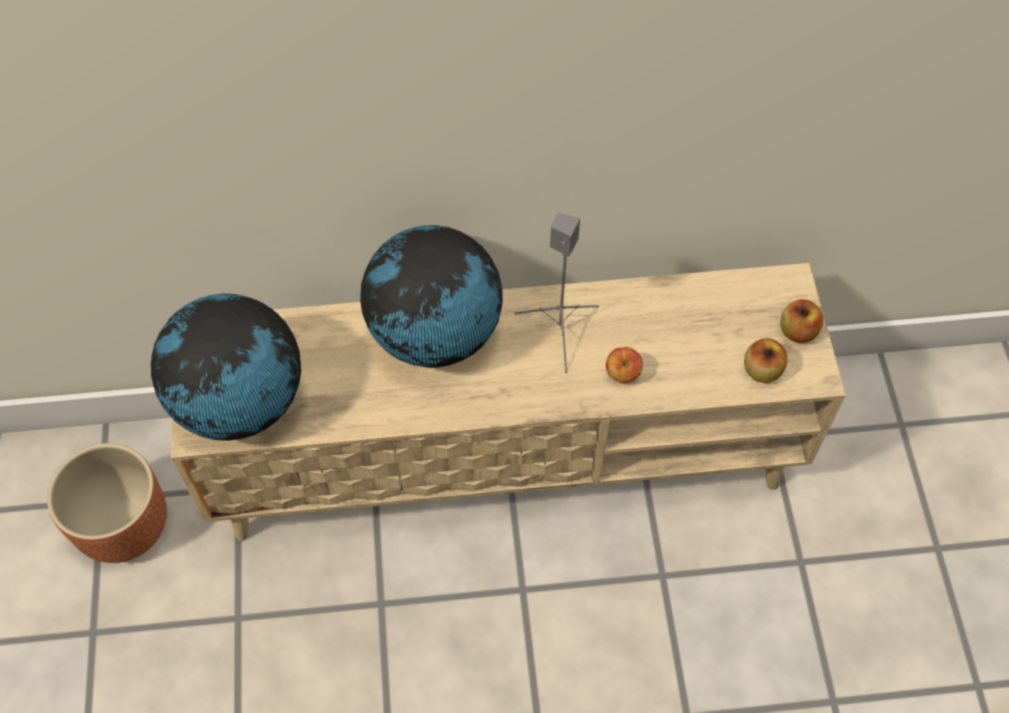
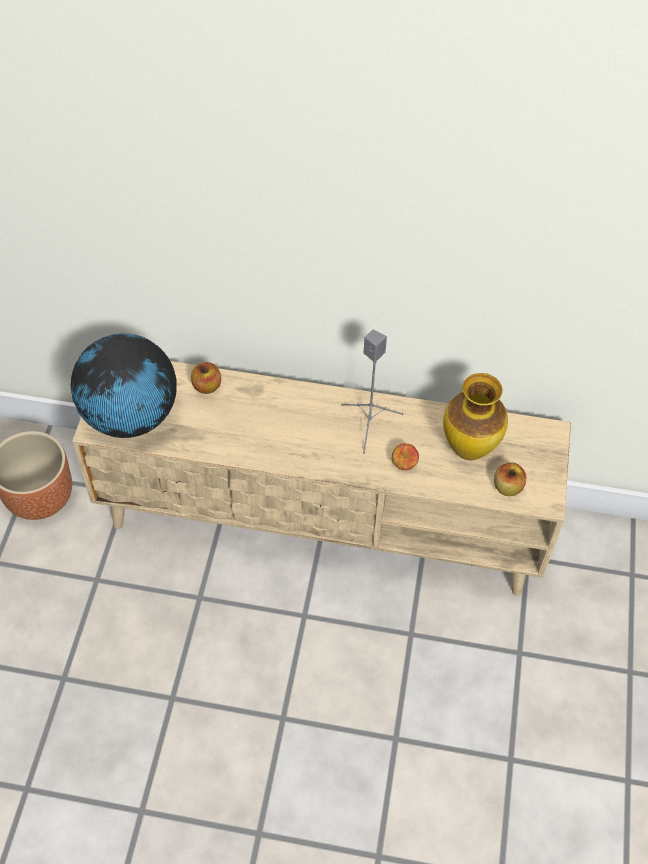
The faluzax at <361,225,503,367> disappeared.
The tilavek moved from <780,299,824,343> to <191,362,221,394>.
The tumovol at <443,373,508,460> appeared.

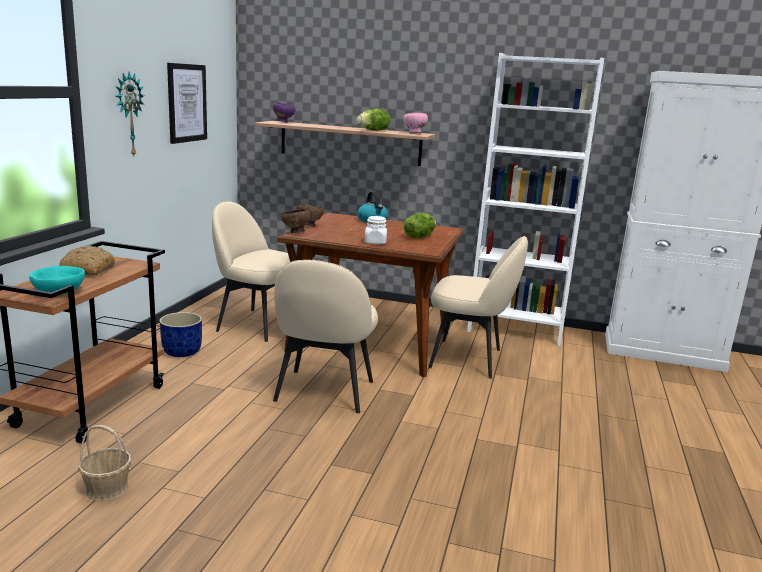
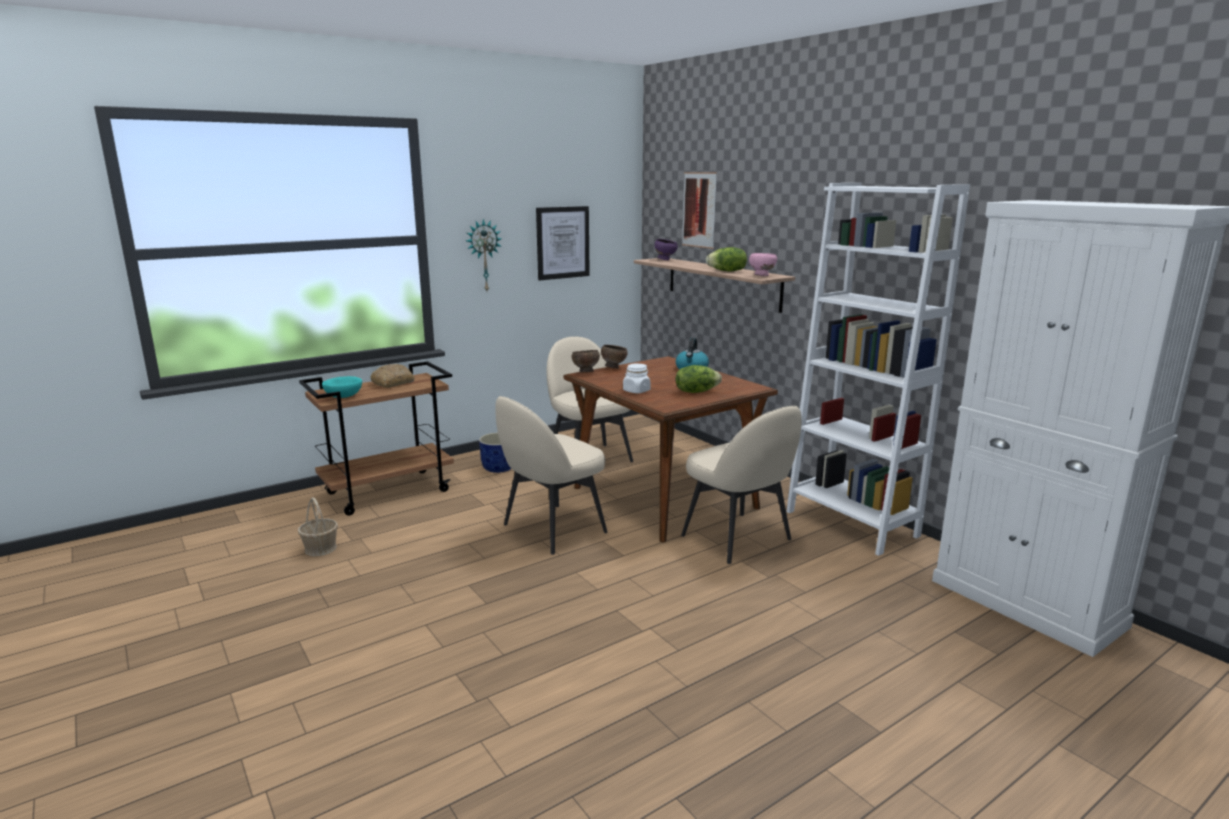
The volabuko at <682,172,717,249> appeared.

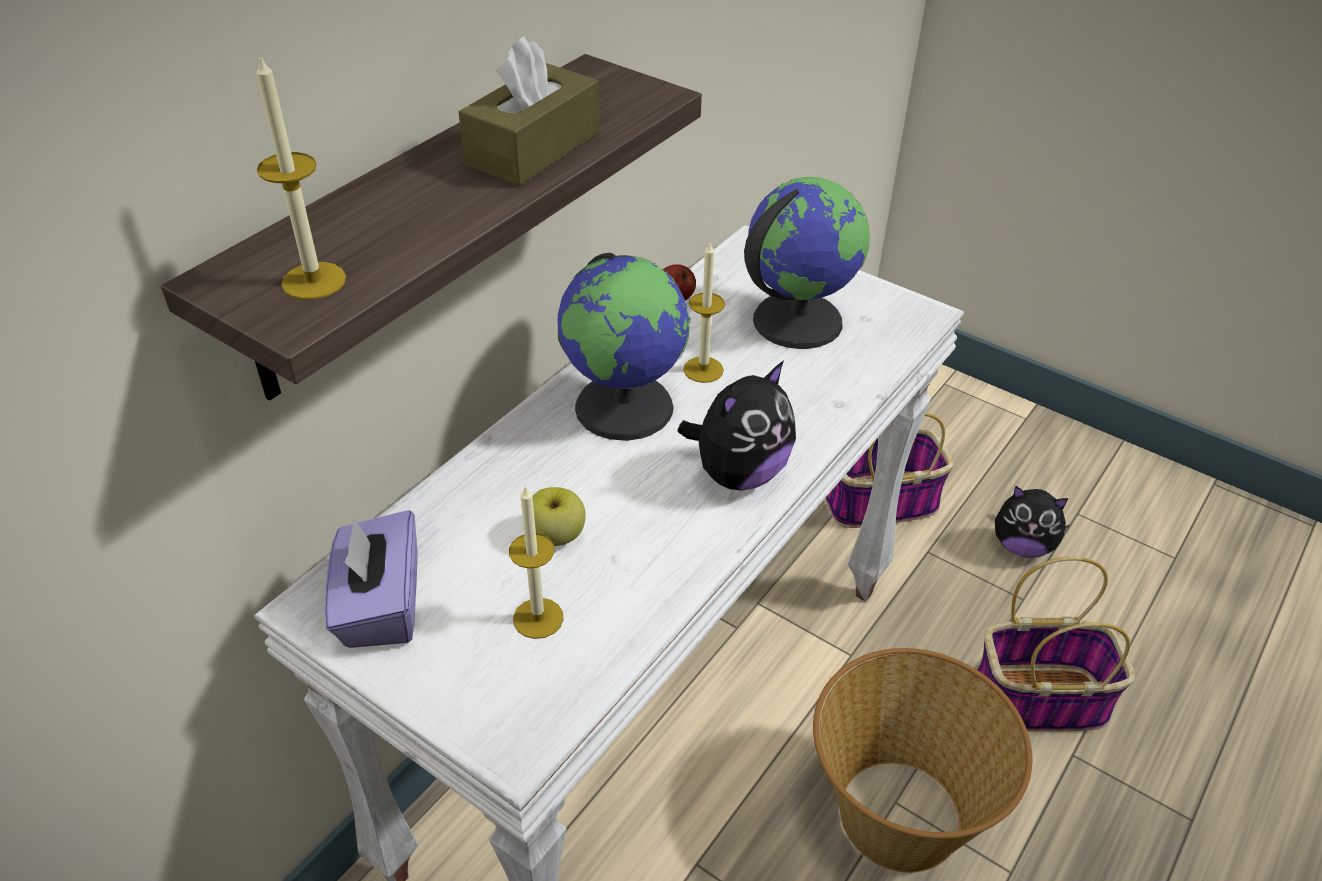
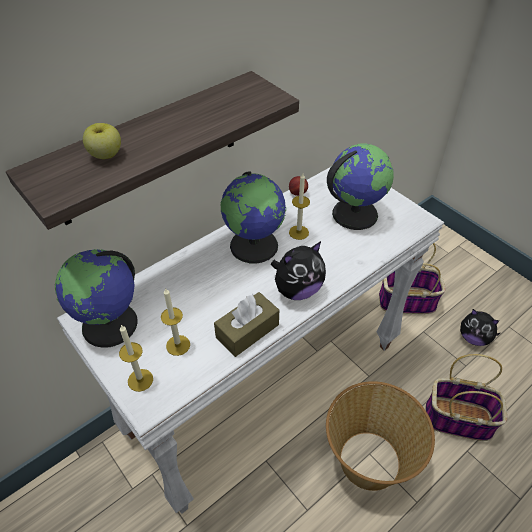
The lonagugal moved from <256,54,346,300> to <119,324,153,392>.
The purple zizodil at <324,510,418,648> was replaced by the faluzax at <55,249,138,348>.
The brown zizodil moved from <459,37,600,186> to <214,292,279,357>.
The tilavek moved from <532,487,586,546> to <83,123,121,159>.

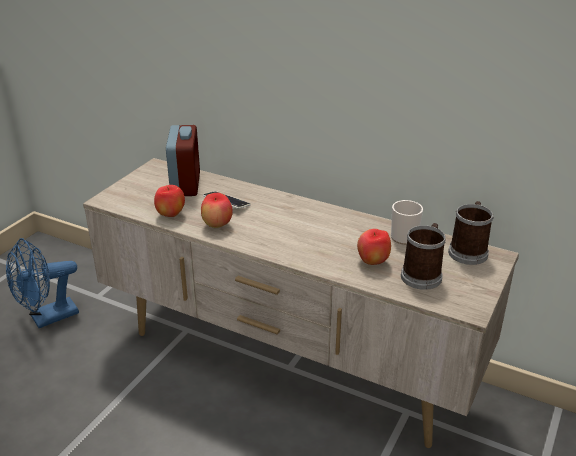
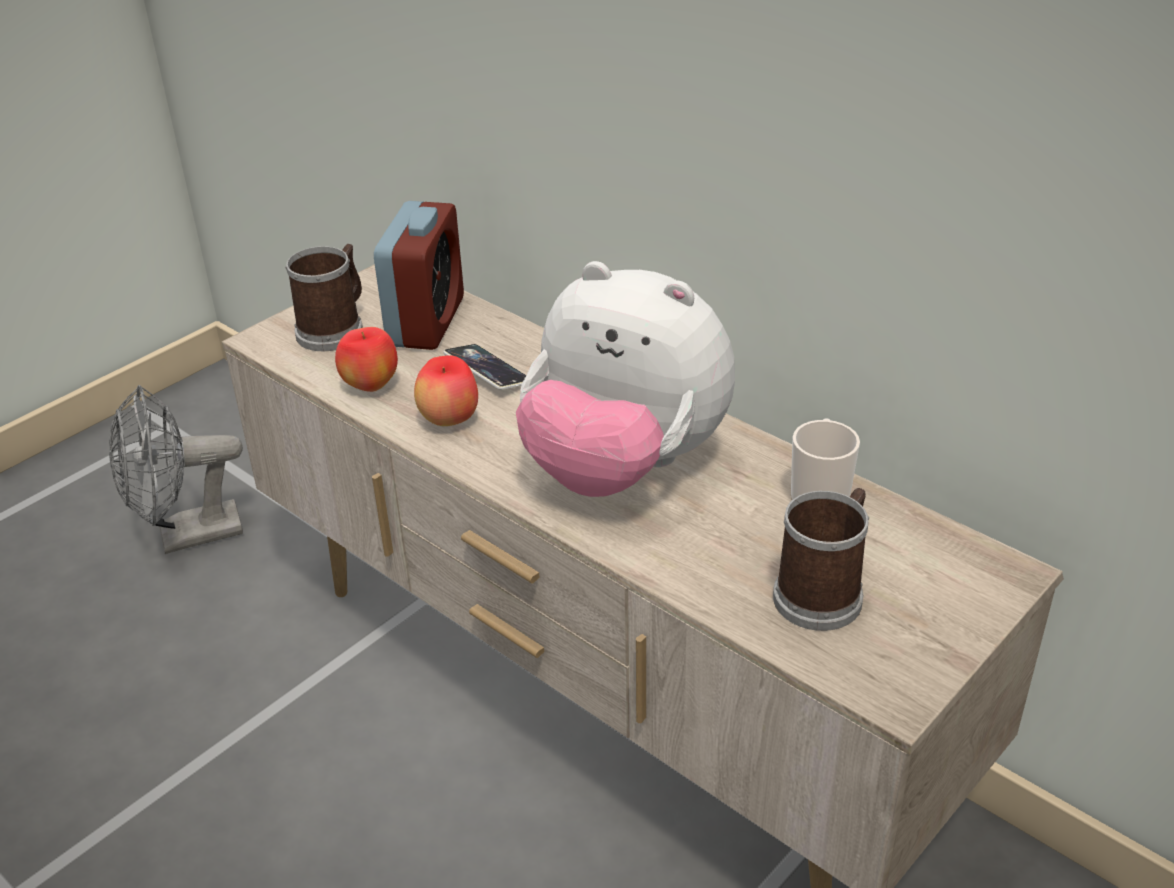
The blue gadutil at <6,238,79,328> became the grey gadutil at <109,385,243,554>.
The tilavek at <357,229,391,265> disappeared.
The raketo moved from <448,201,494,265> to <285,244,363,351>.
The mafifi at <516,261,735,497> appeared.

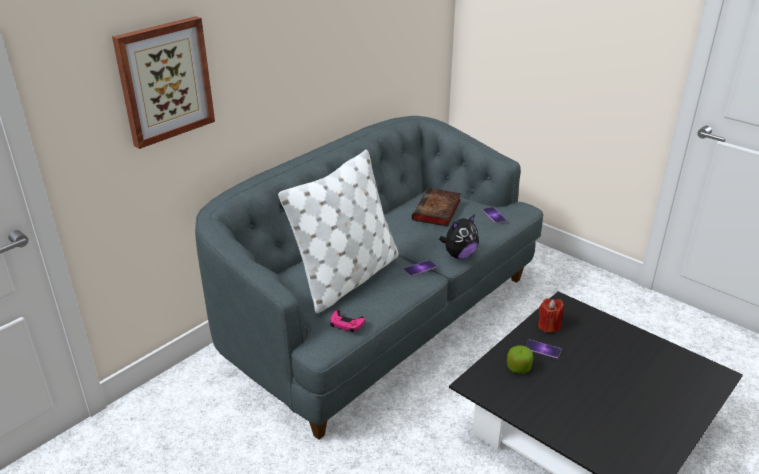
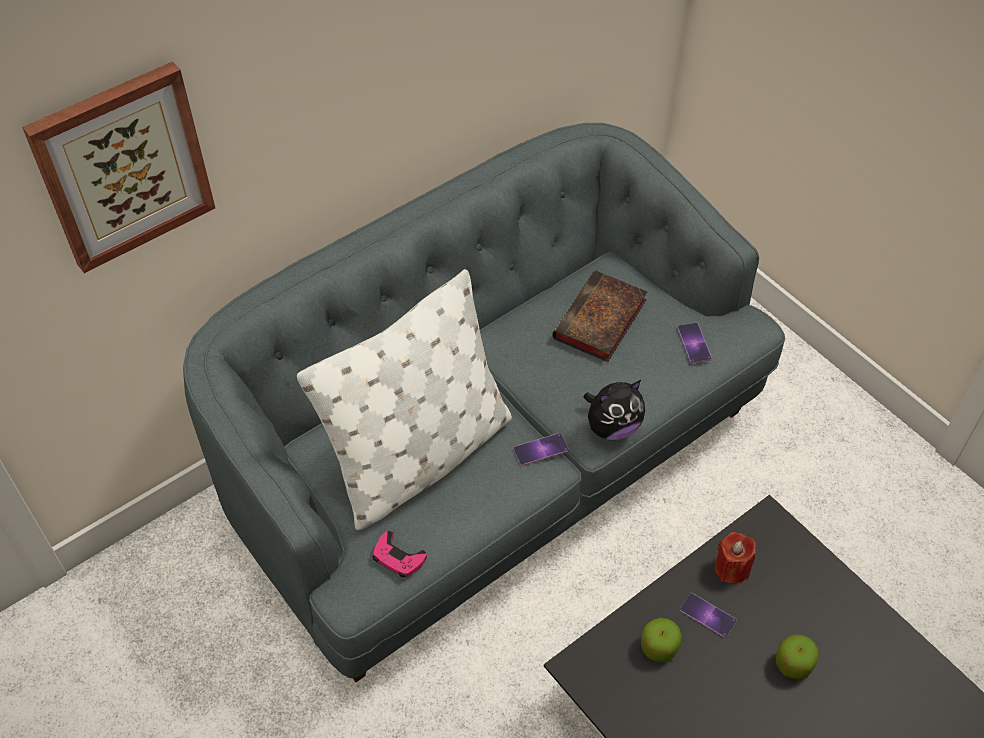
The tilavek at <776,634,819,679> appeared.

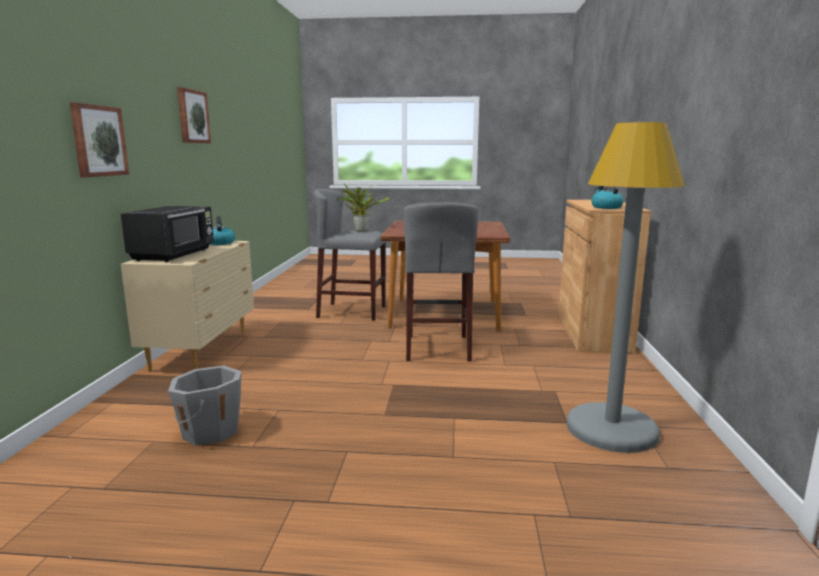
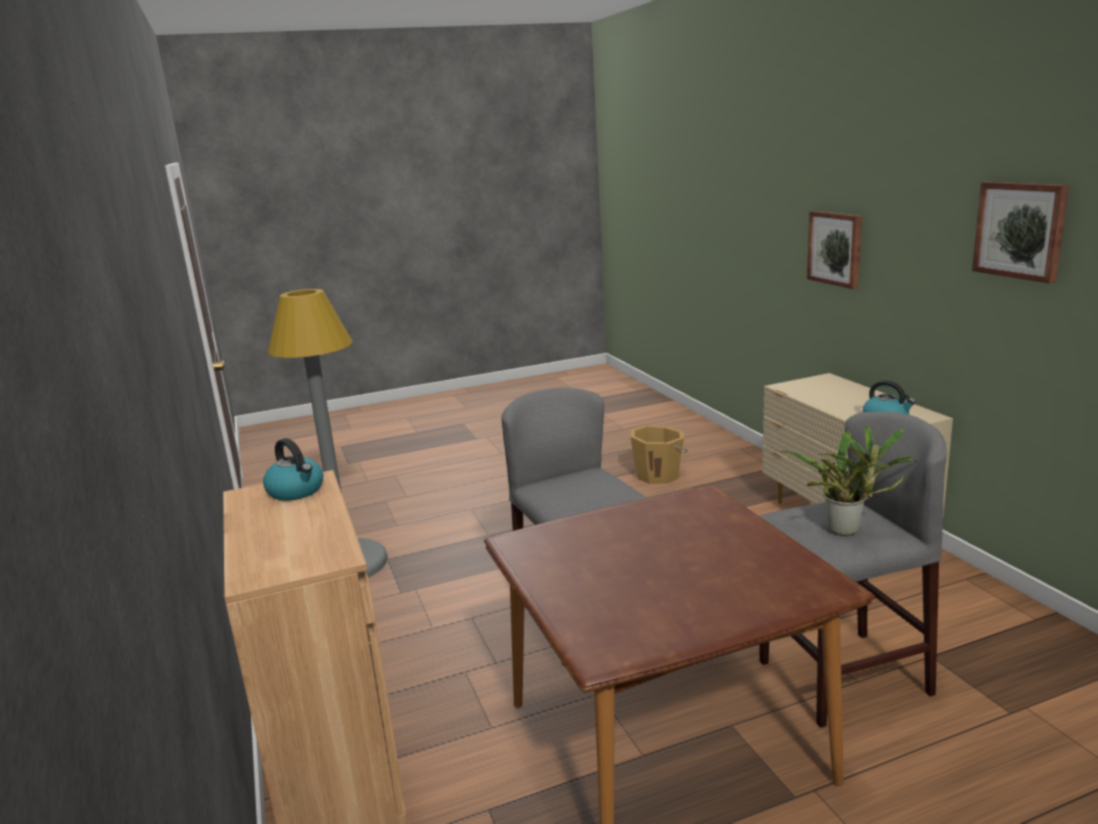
The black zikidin at <121,206,214,262> disappeared.
The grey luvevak at <168,366,241,445> became the orange luvevak at <631,425,688,484>.

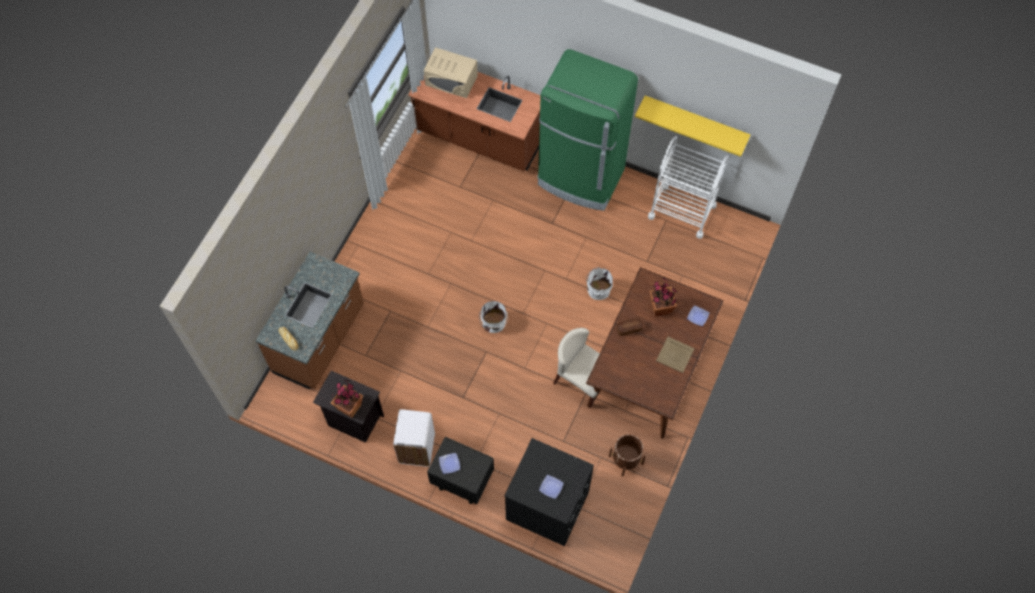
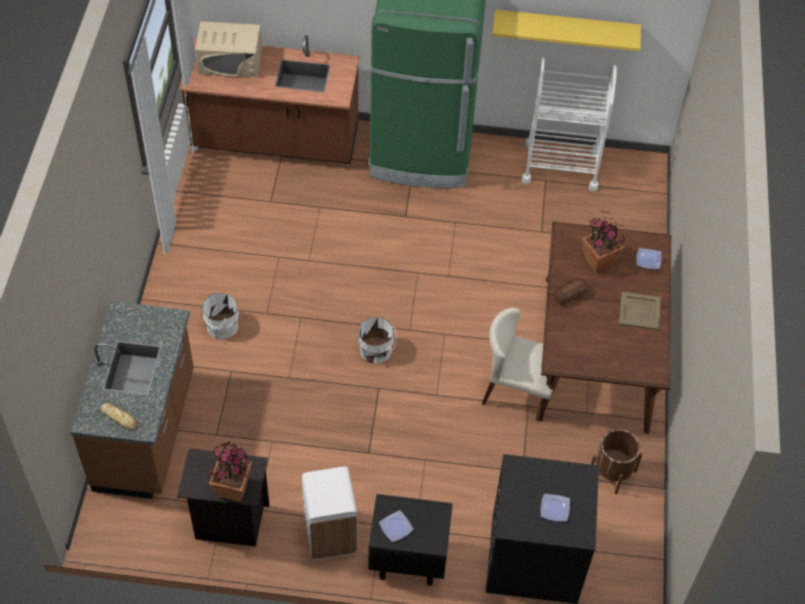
The white luvevak moved from <586,267,613,300> to <201,292,239,339>.

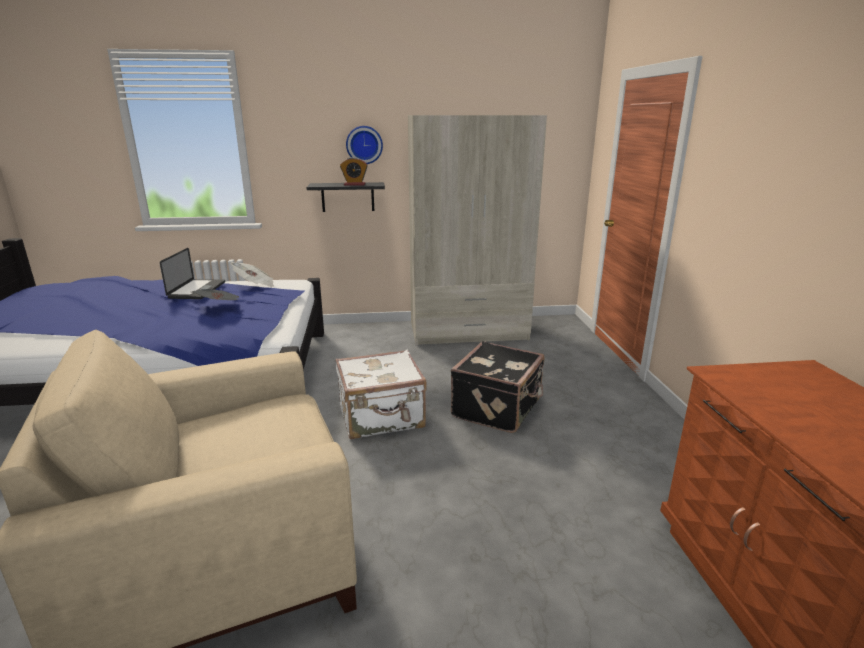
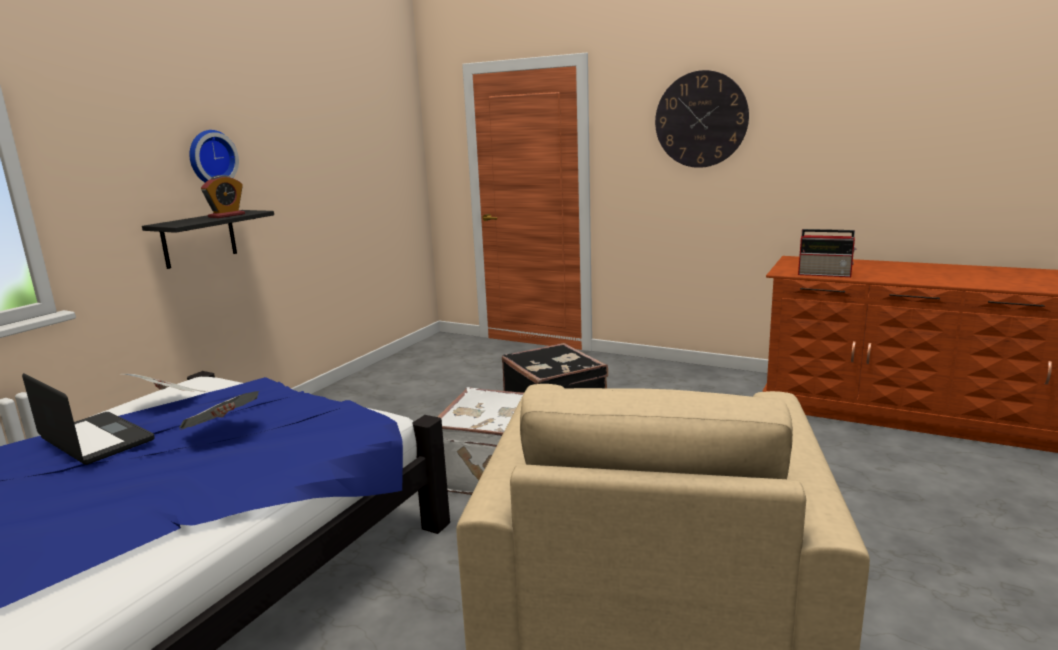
The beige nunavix at <408,115,547,345> disappeared.
The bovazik at <655,70,749,168> appeared.
The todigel at <798,229,857,277> appeared.

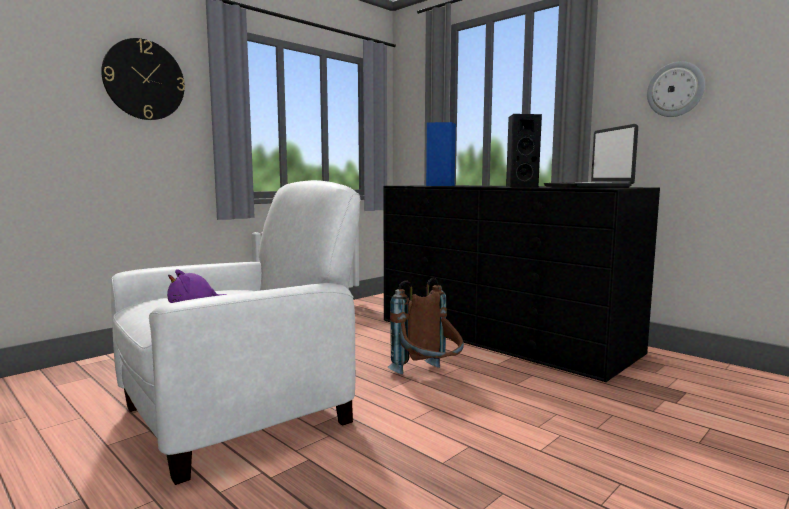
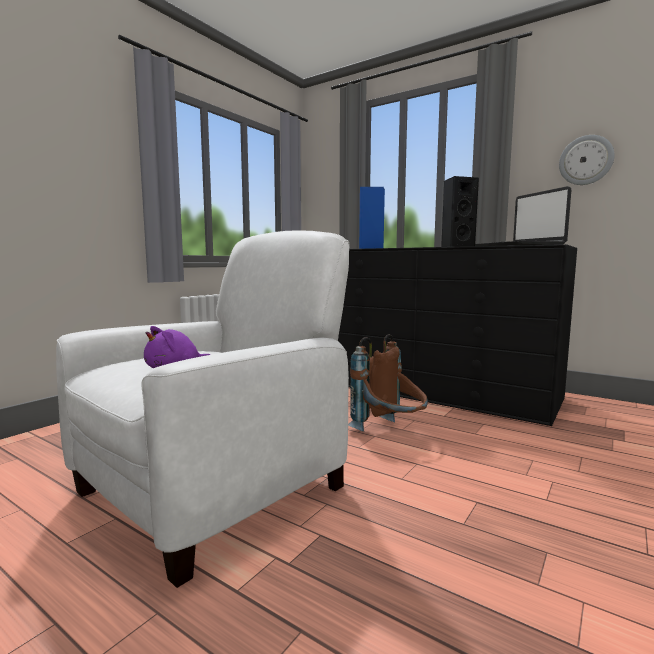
The bovazik at <101,38,185,120> disappeared.

